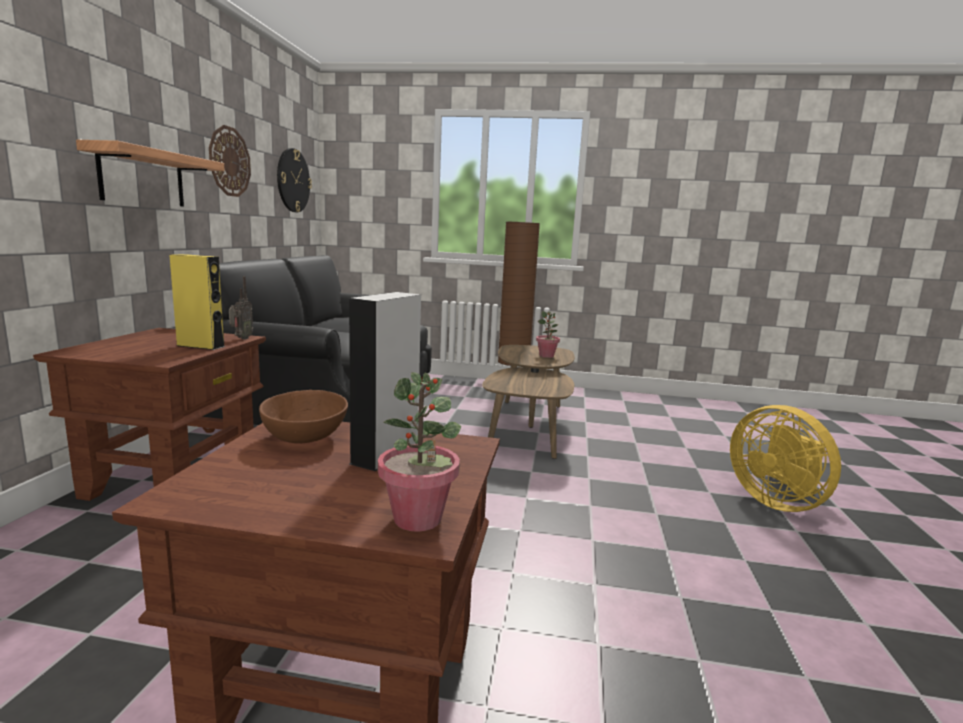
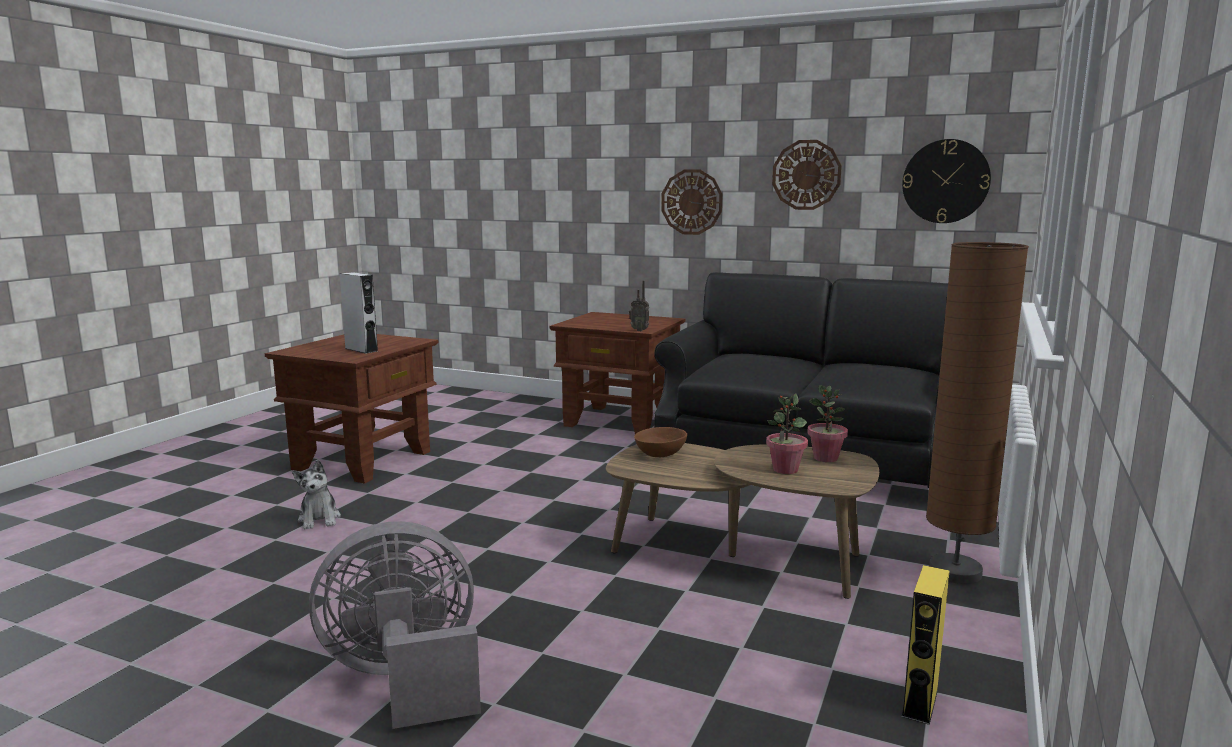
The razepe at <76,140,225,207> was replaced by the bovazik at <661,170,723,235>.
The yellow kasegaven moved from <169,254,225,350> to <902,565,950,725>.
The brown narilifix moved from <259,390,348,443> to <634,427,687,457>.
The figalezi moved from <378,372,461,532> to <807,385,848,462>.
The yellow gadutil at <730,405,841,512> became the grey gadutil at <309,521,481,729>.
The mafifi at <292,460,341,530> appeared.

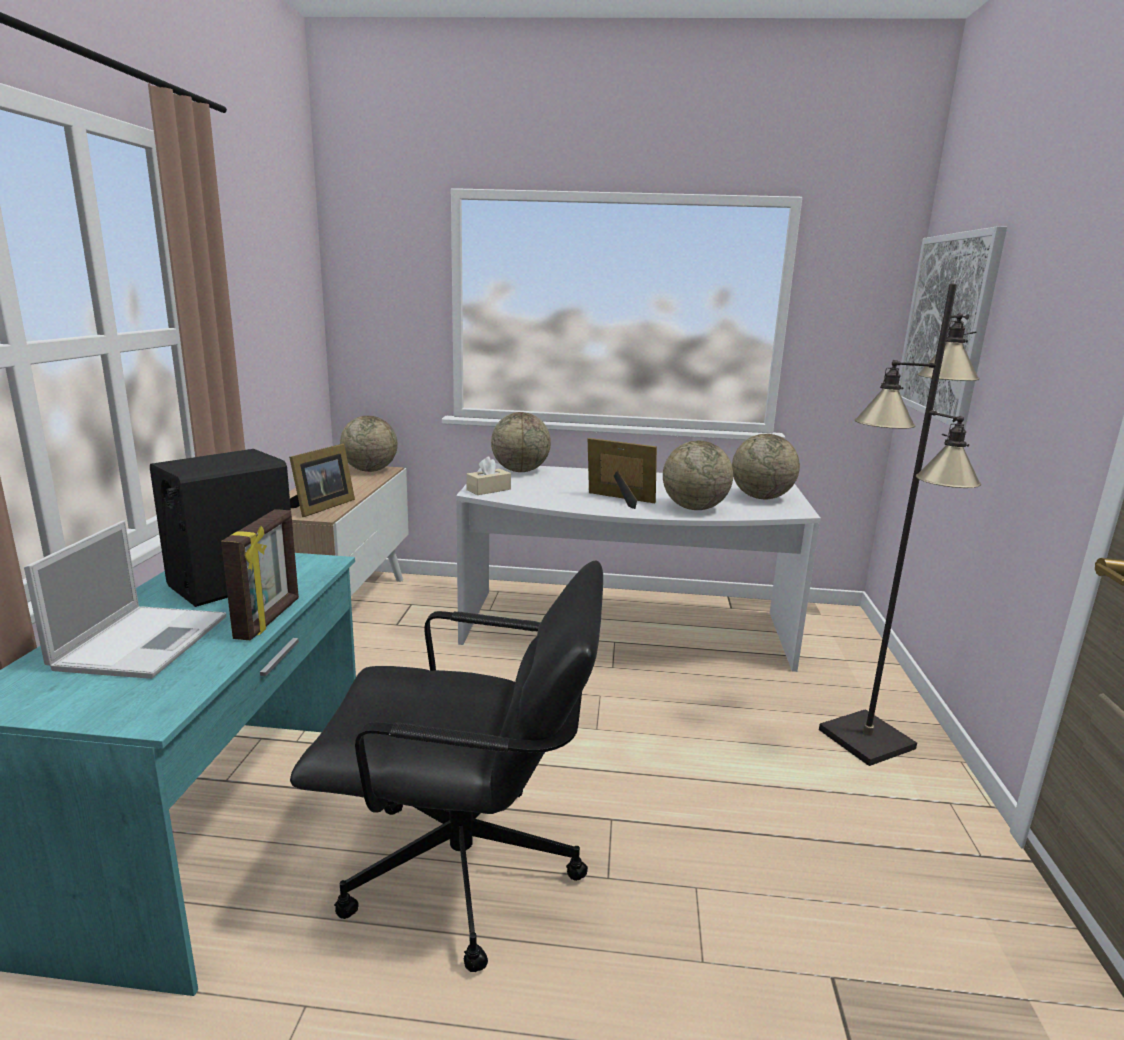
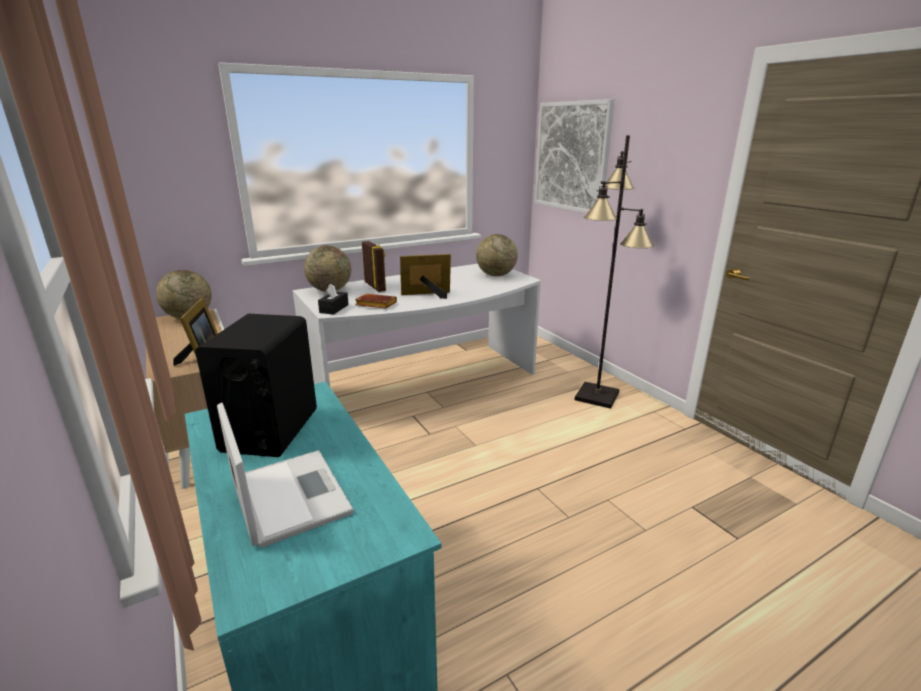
The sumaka moved from <221,509,299,640> to <362,241,386,292>.
The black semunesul at <290,560,603,972> disappeared.
The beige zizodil at <466,456,511,495> became the black zizodil at <318,284,349,315>.
The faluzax at <663,441,733,510> disappeared.
The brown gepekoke at <355,294,397,309> appeared.

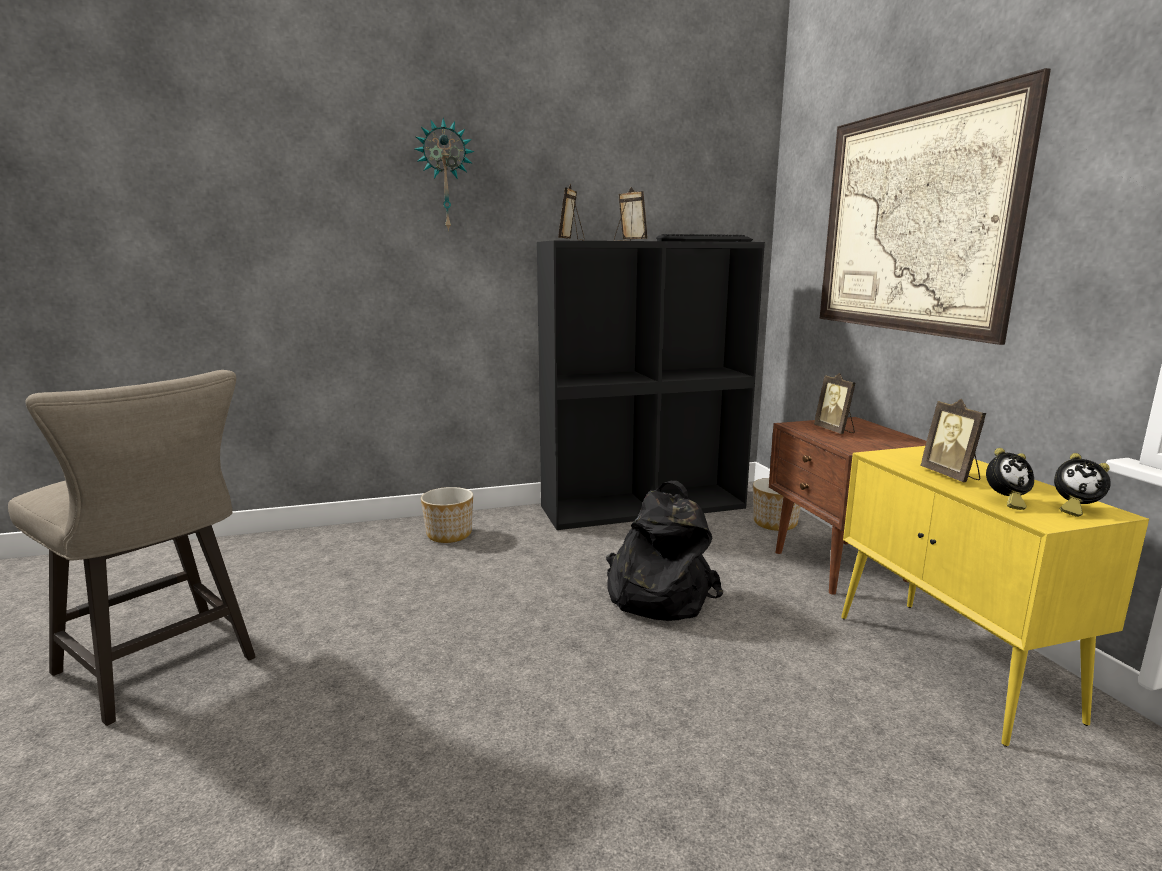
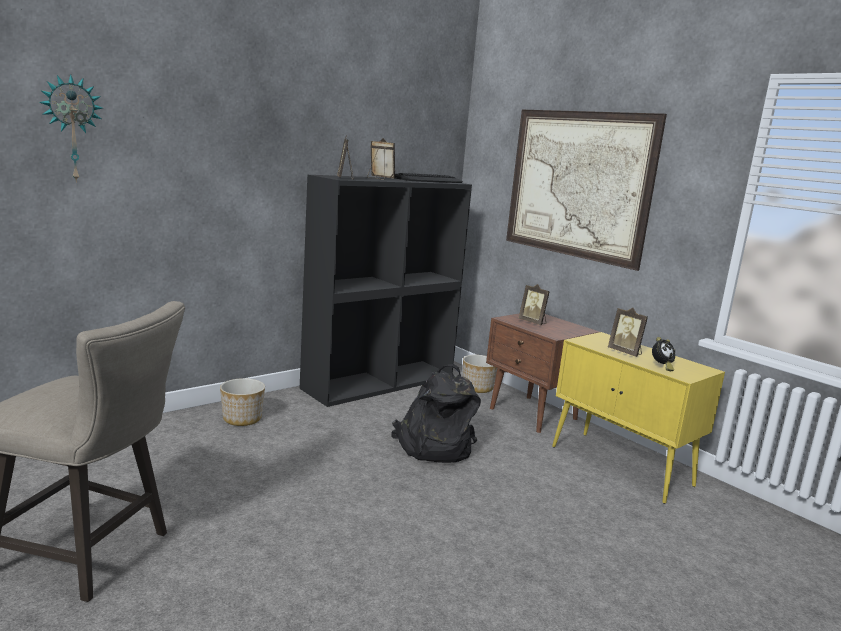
The bovazik moved from <415,118,474,232> to <39,74,102,183>.
The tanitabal at <1054,453,1111,517> disappeared.

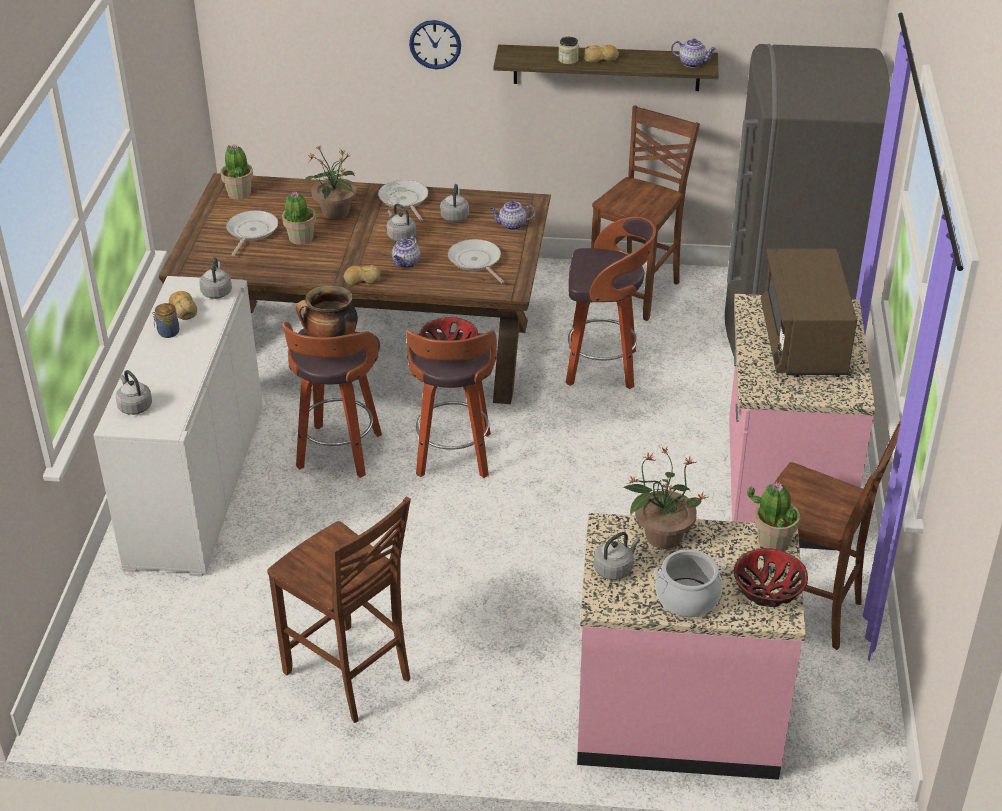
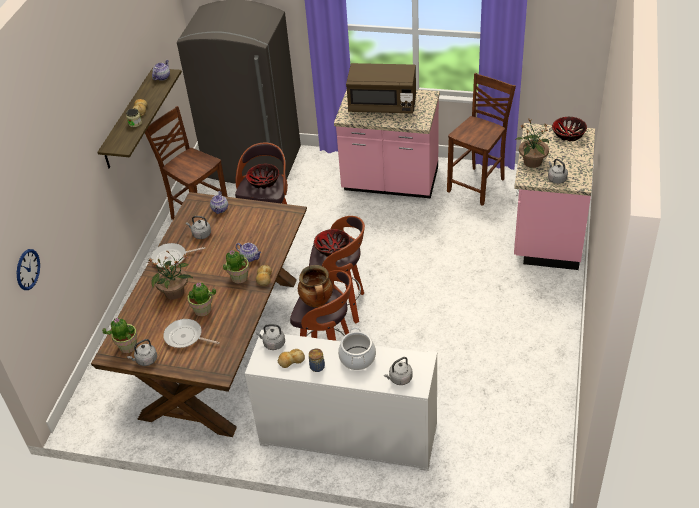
The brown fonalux at <267,496,411,723> disappeared.
The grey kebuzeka moved from <386,203,416,242> to <127,339,157,366>.
The bovazik moved from <409,20,461,69> to <17,249,40,290>.
The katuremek at <448,239,504,284> disappeared.
The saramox moved from <654,549,726,617> to <338,327,376,370>.
The figalezi moved from <747,482,800,551> to <223,250,249,283>.
The narilifix at <246,164,279,189> appeared.

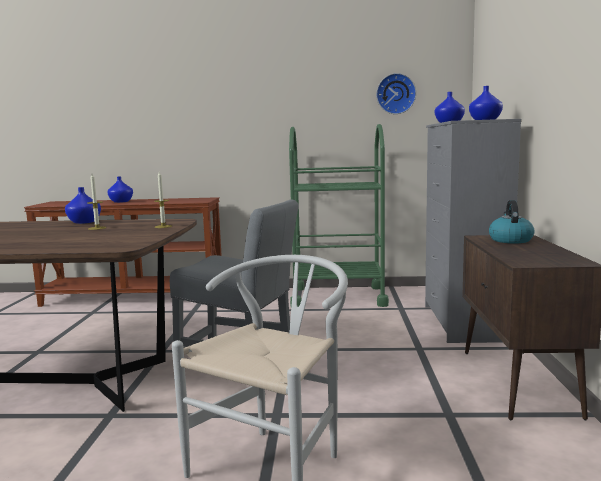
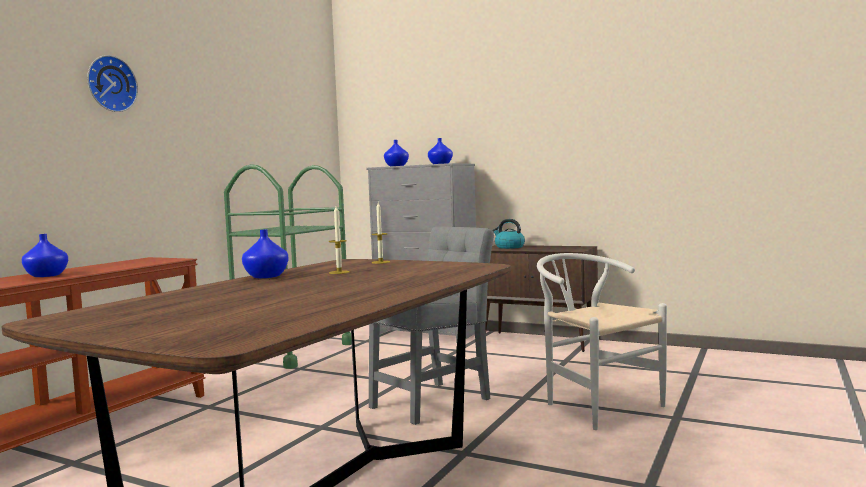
The bovazik moved from <376,73,416,114> to <87,55,138,112>.

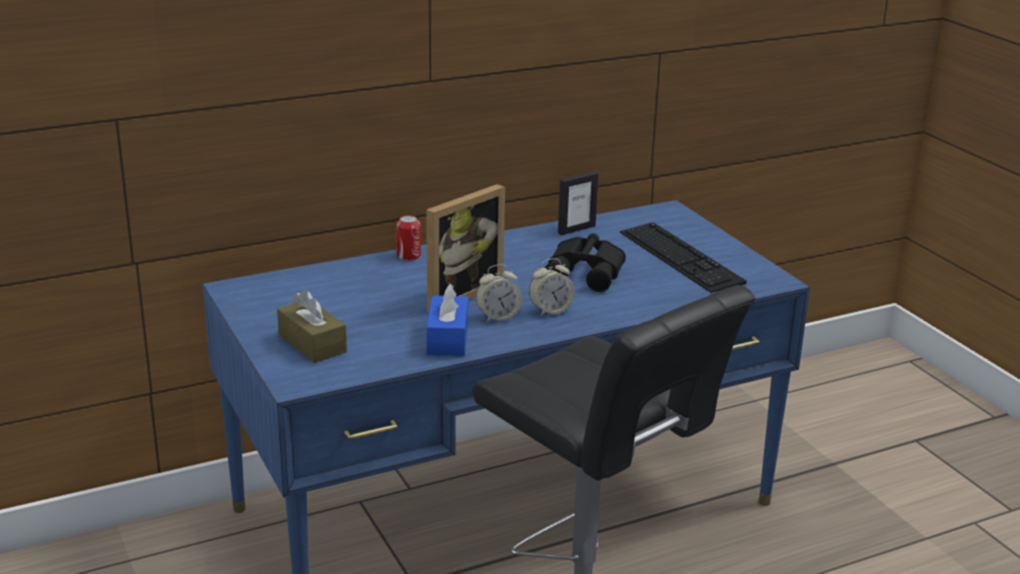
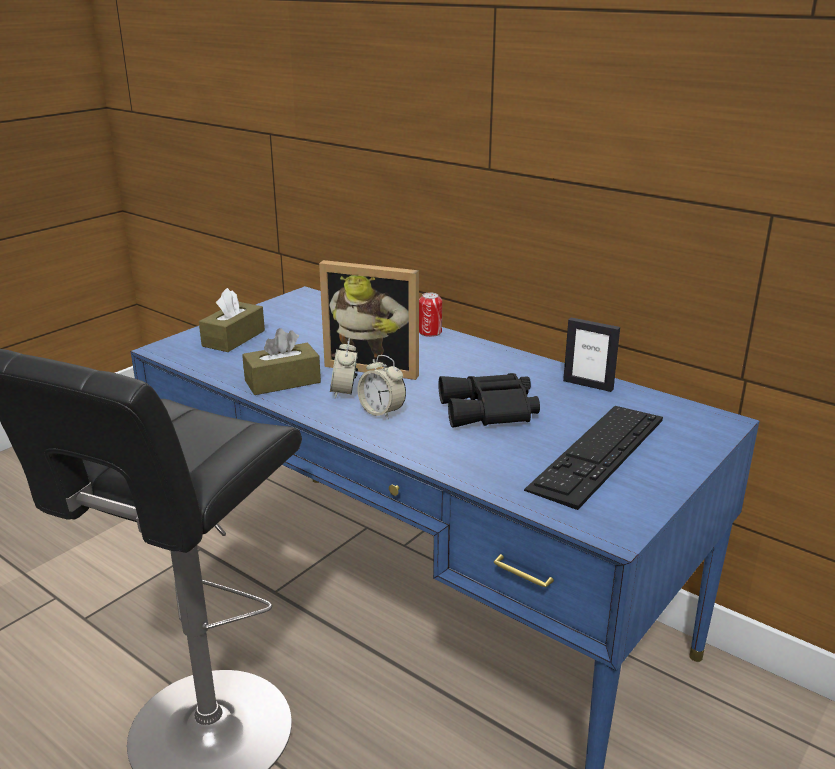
The blue zizodil at <426,284,468,356> became the brown zizodil at <242,328,321,395>.
The tanitabal at <476,264,522,322> turned 45 degrees clockwise.

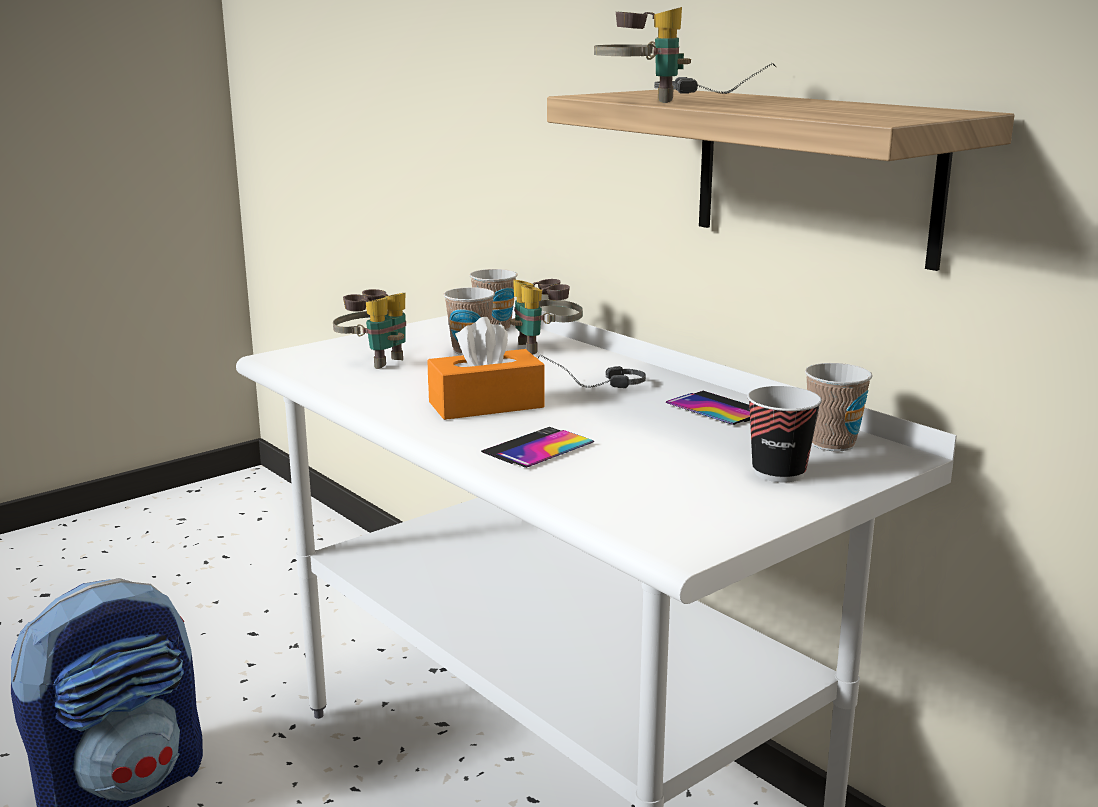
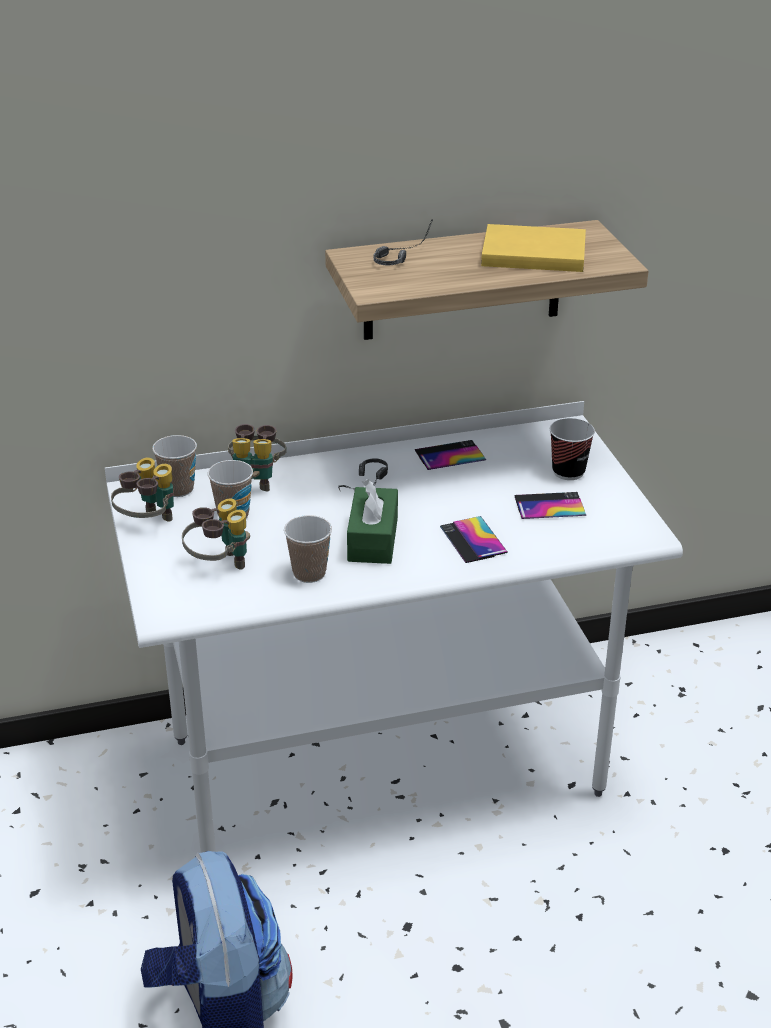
The orange zizodil at <427,317,545,420> became the green zizodil at <347,479,398,564>.
The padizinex moved from <594,7,691,103> to <111,458,174,522>.
The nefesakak moved from <805,363,873,451> to <284,515,332,583>.
The yellow gepekoke at <481,224,586,272> appeared.
The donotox at <514,492,586,519> appeared.

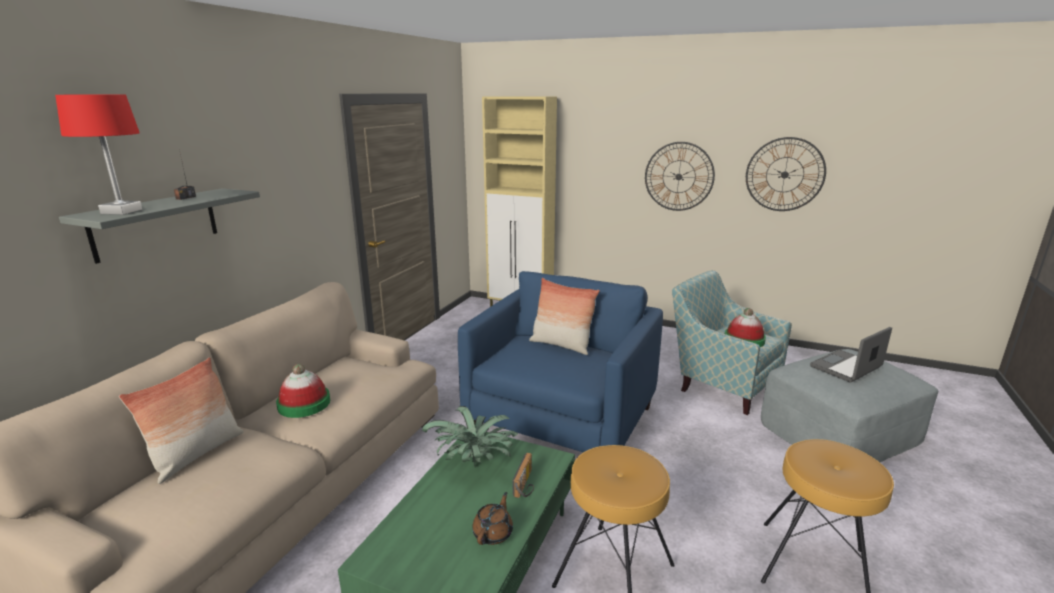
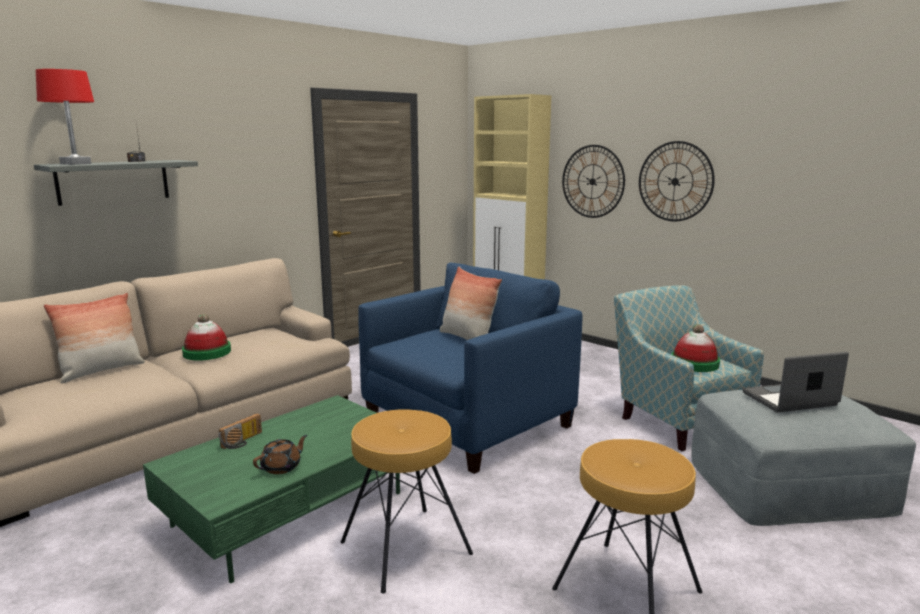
The figalezi at <422,406,518,466> disappeared.
The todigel moved from <513,453,534,498> to <218,413,262,449>.
The bovazik moved from <746,137,826,211> to <562,145,625,218>.

